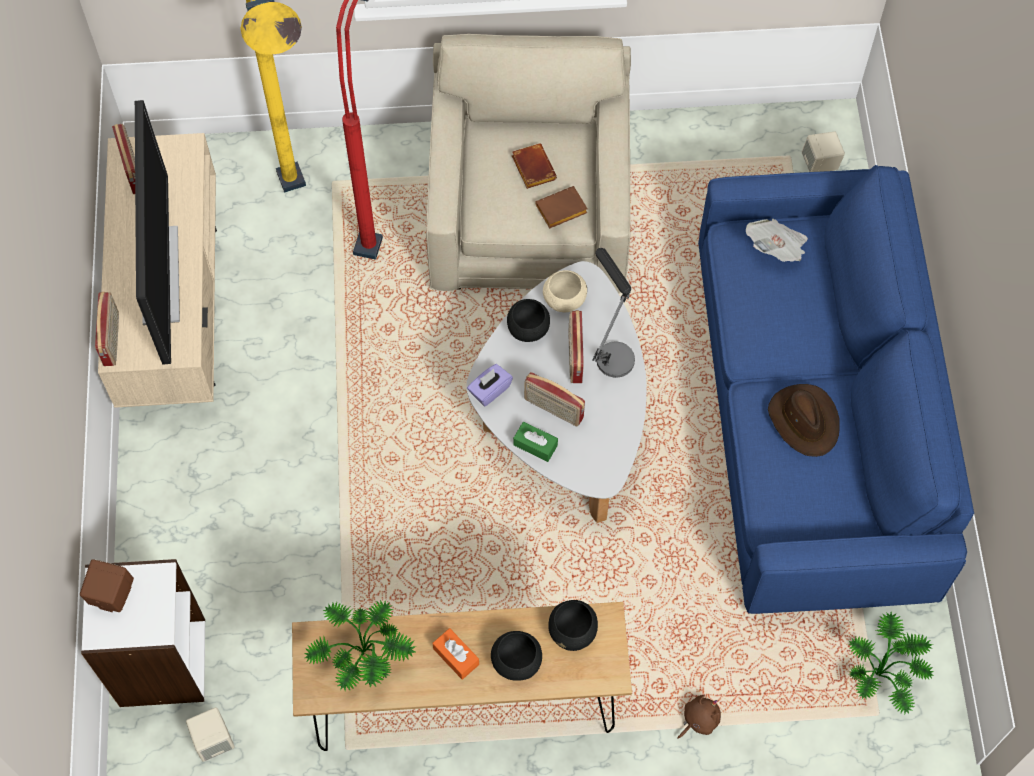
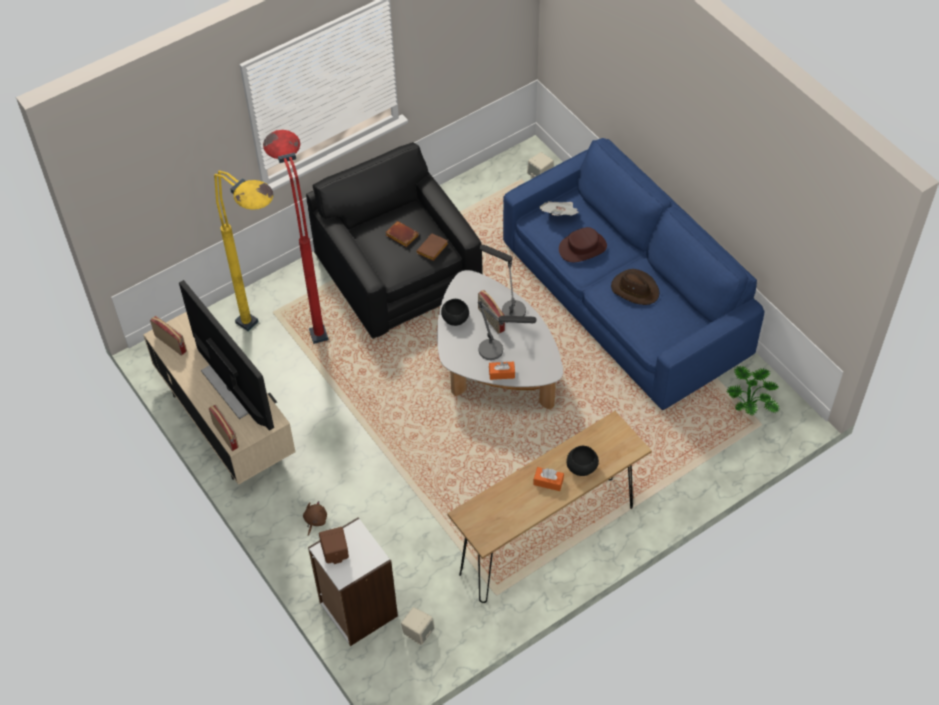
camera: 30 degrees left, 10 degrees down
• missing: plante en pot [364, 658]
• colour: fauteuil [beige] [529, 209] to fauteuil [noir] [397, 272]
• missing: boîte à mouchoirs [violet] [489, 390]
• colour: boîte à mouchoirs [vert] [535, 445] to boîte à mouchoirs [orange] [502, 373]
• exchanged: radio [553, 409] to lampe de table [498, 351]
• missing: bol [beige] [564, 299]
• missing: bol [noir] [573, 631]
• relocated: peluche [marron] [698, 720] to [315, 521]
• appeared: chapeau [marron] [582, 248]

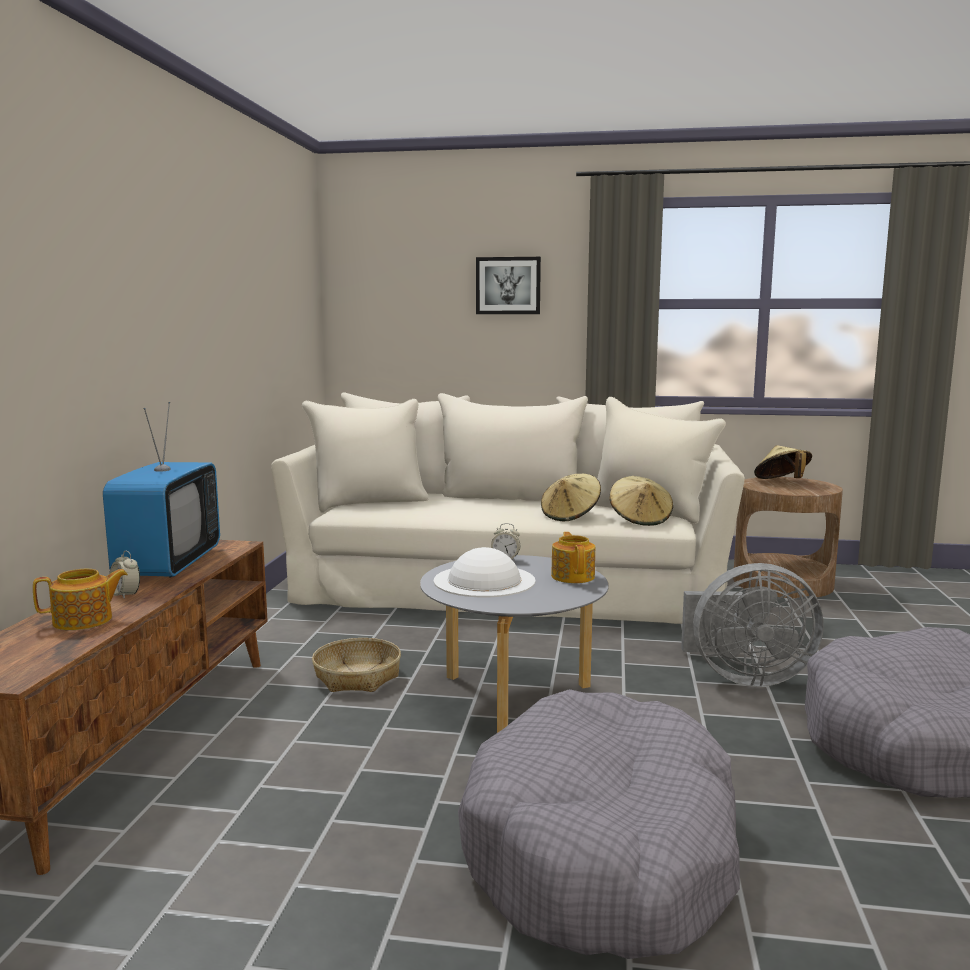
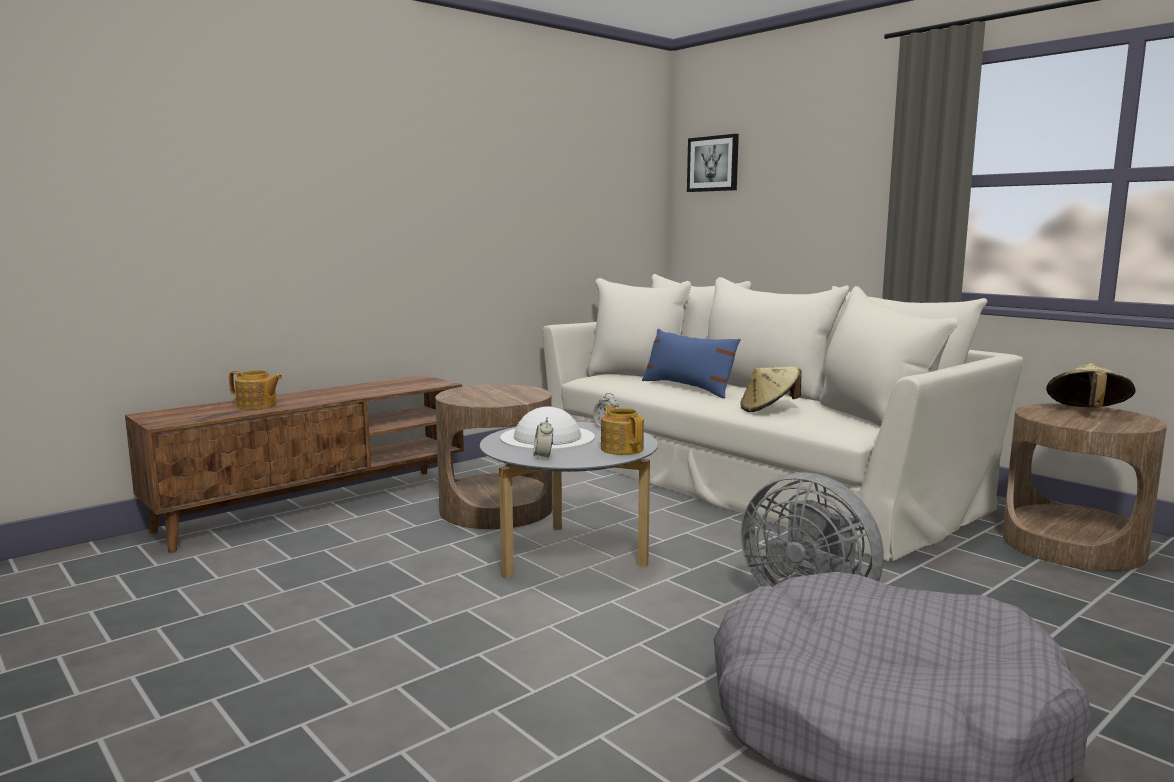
camera: 40 degrees right, 0 degrees up
• missing: téléviseur [168, 565]
• relocated: réveil [125, 595] to [543, 457]
• exchanged: panier [357, 676] to table d'appoint [marron] [496, 509]
• missing: panier pour chien [gris] [602, 851]
• relocated: tableau [508, 285] to [713, 163]
• spun: théière [573, 576] = [622, 449] 60 degrees counterclockwise
• missing: chapeau [beige] [640, 519]
• appeared: coussin [bleu] [688, 388]

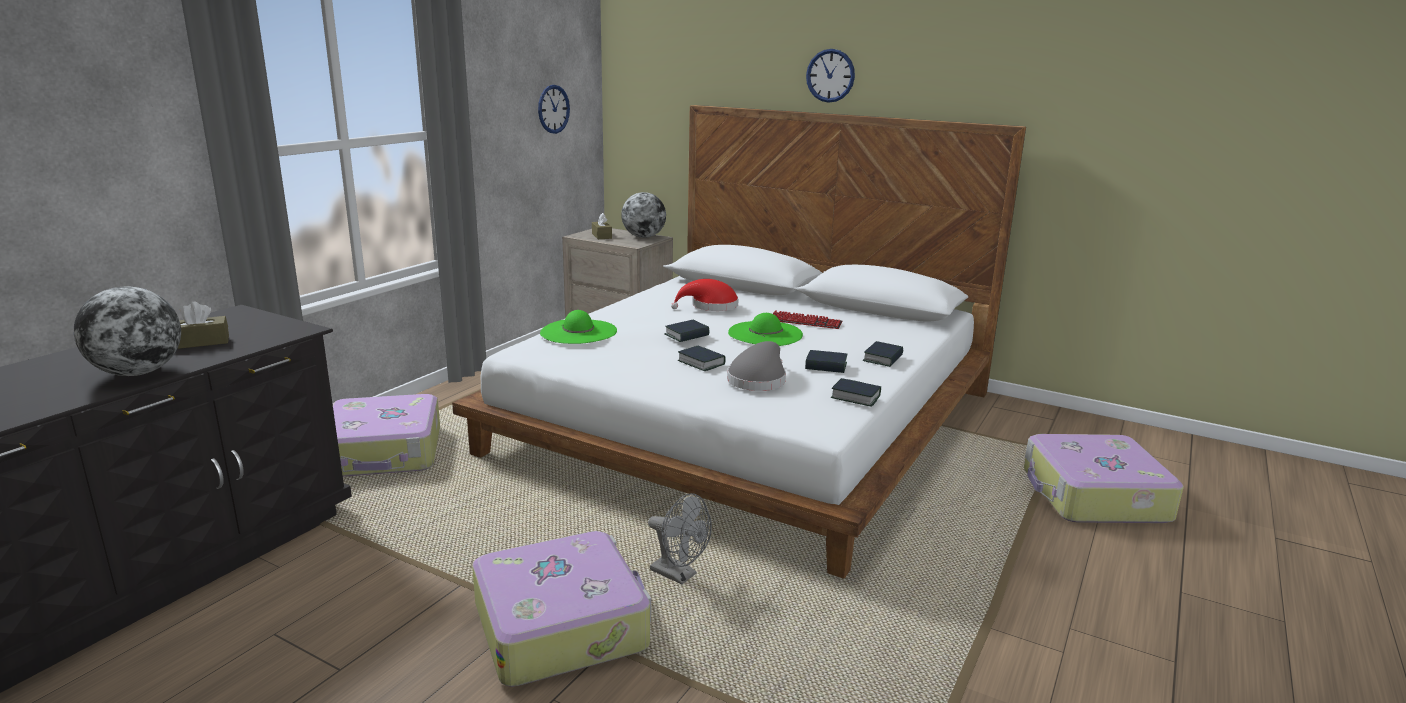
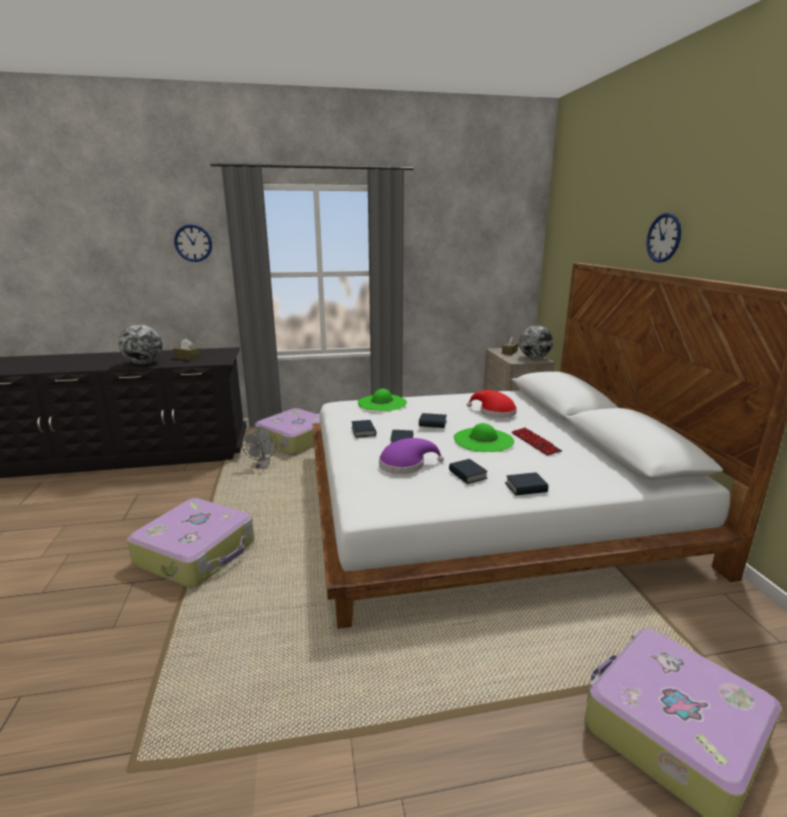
camera: 50 degrees right, 0 degrees up
• relocated: horloge murale [553, 109] to [193, 243]
• relocated: ventilateur [gris] [679, 575] to [262, 466]
• colour: chapeau [gris] [758, 380] to chapeau [violet] [405, 465]
• relocated: livre [855, 397] to [363, 431]

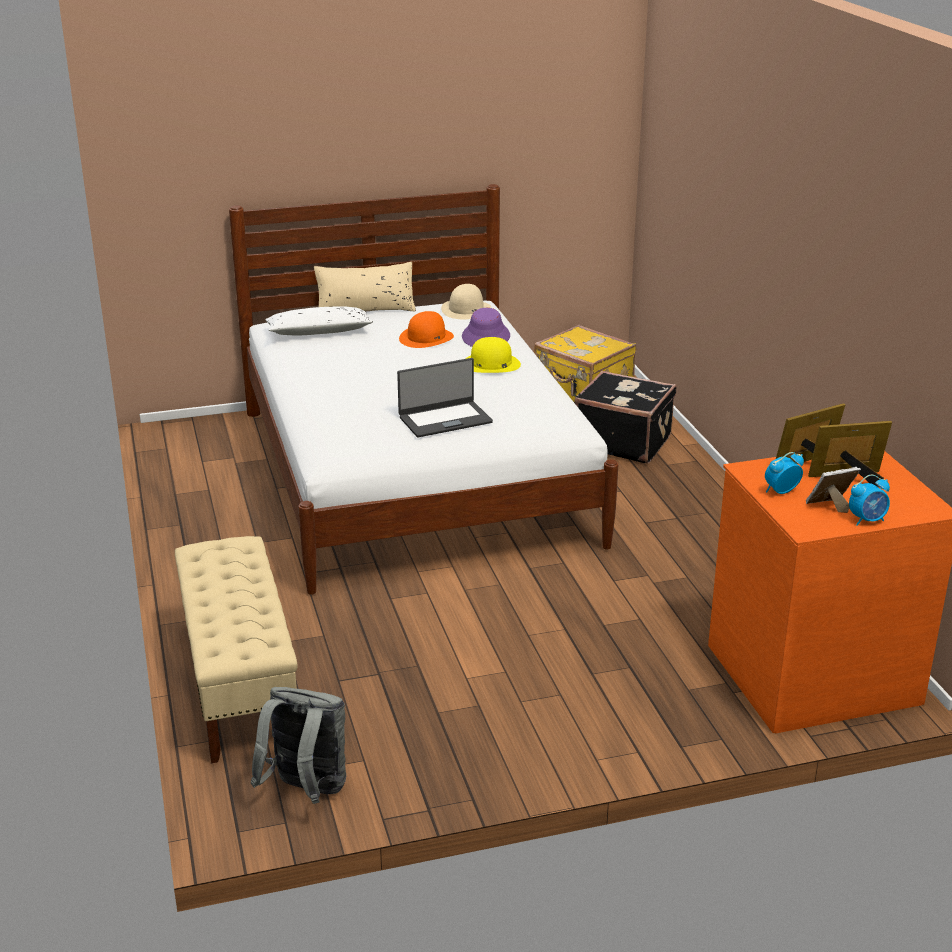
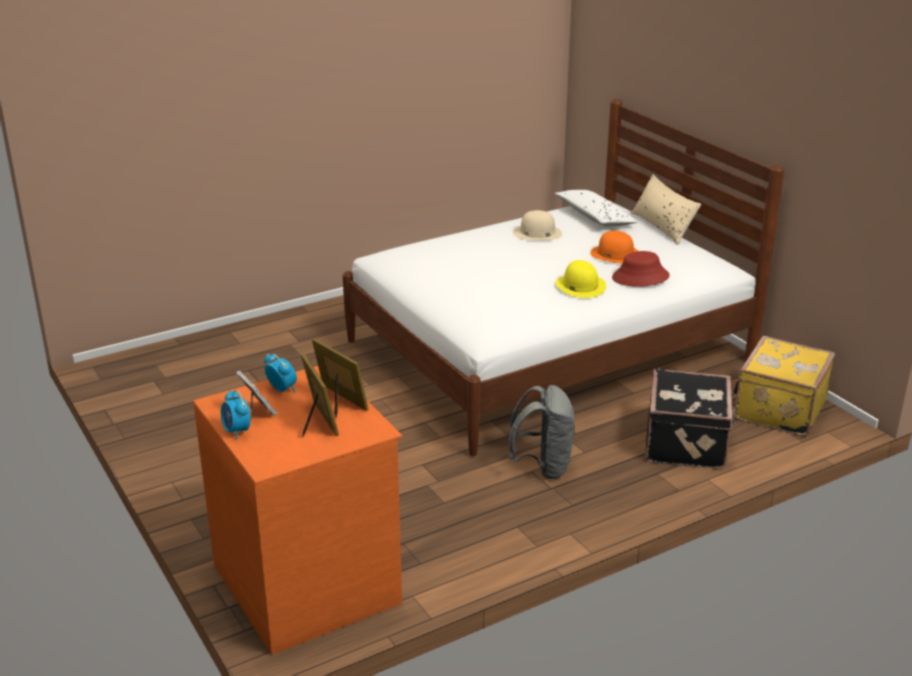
camera: 75 degrees right, 0 degrees up
• missing: banc [beige] [239, 684]
• relocated: sac à dos [gris] [306, 791] to [543, 466]
• missing: ordinateur portable [444, 419]
• relocated: chapeau [beige] [466, 309] to [537, 233]
• colour: chapeau [violet] [486, 336] to chapeau [rouge] [640, 277]

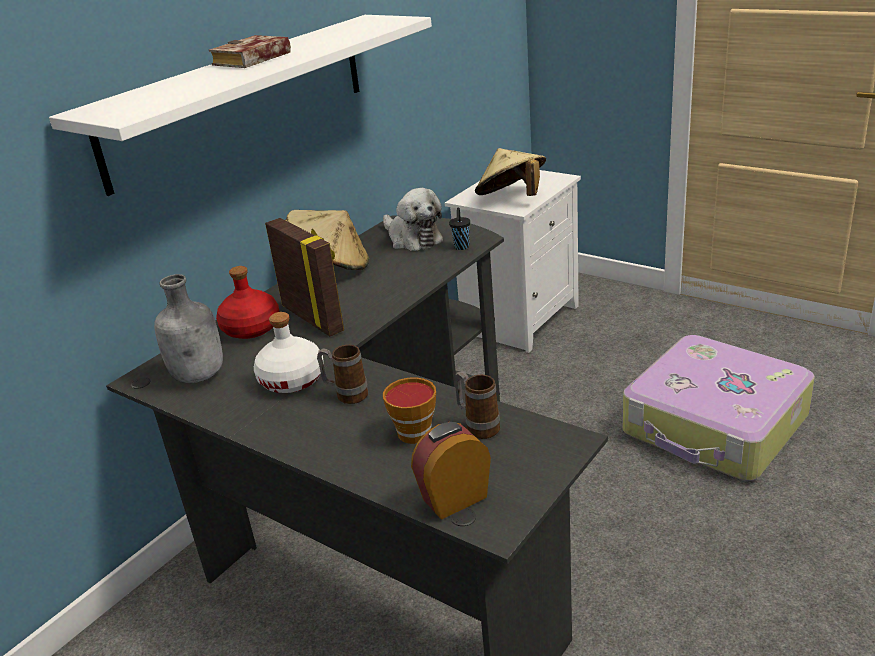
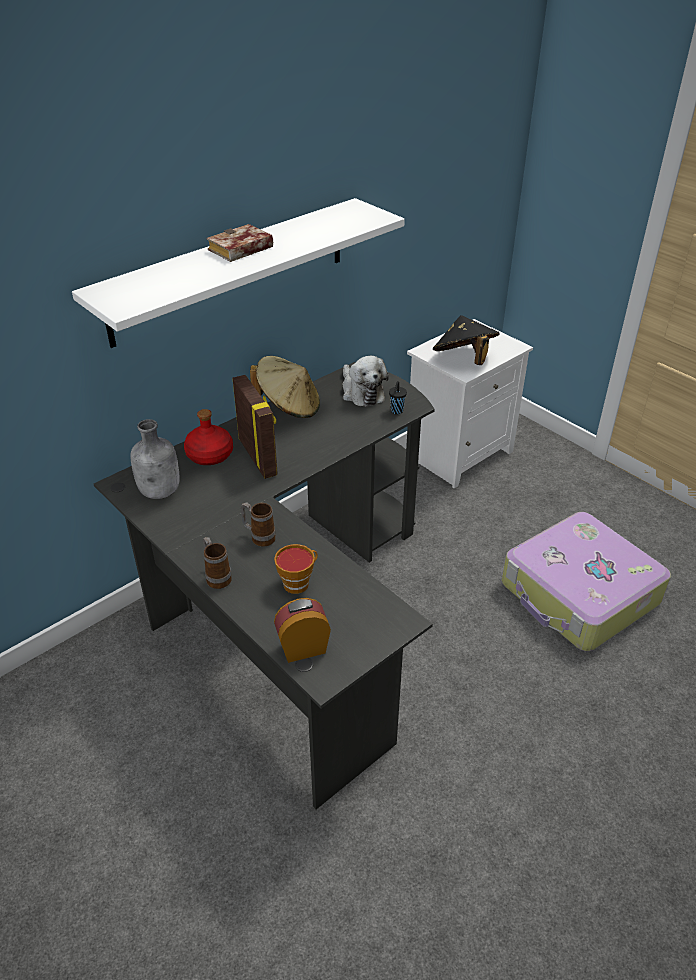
camera: 10 degrees right, 10 degrees up
• missing: bouteille [blanc] [292, 379]
• relocated: mug [478, 426] to [217, 577]
• colour: chapeau [beige] [511, 198] to chapeau [noir] [464, 360]

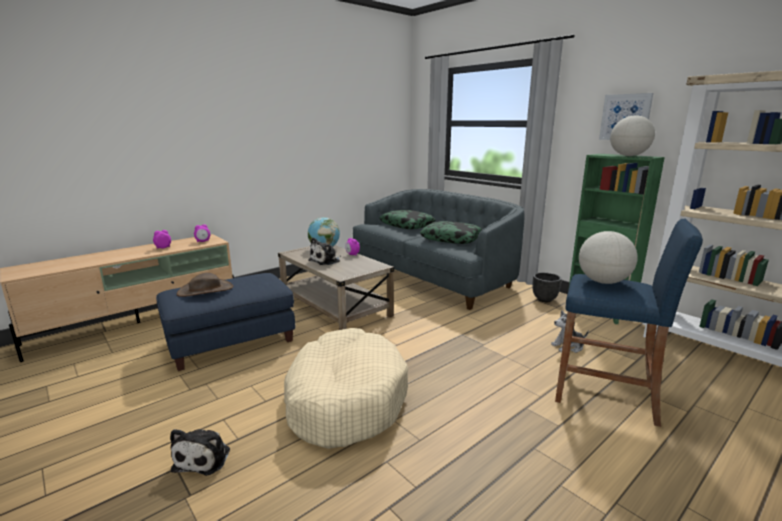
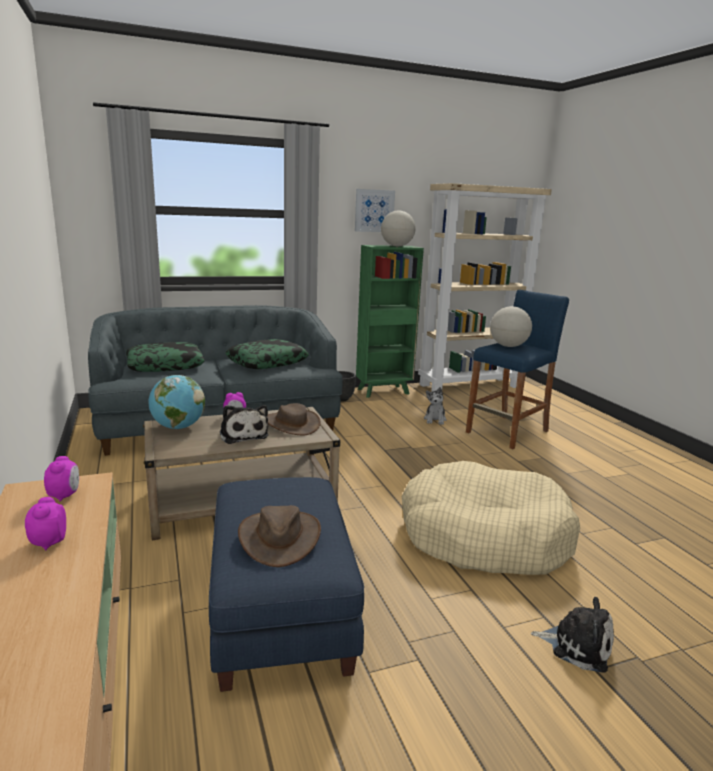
camera: 70 degrees left, 0 degrees up
• appeared: chapeau [marron] [291, 424]

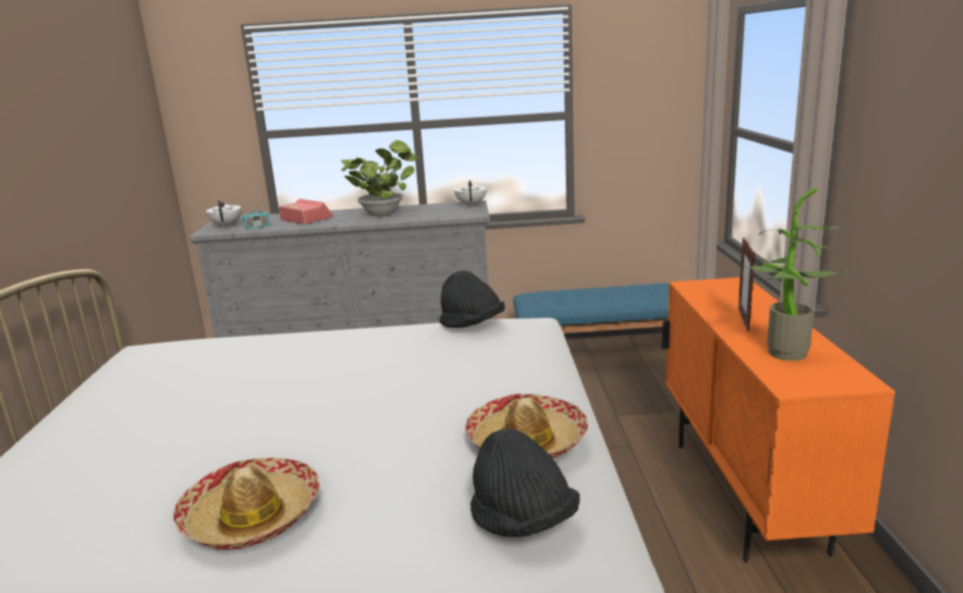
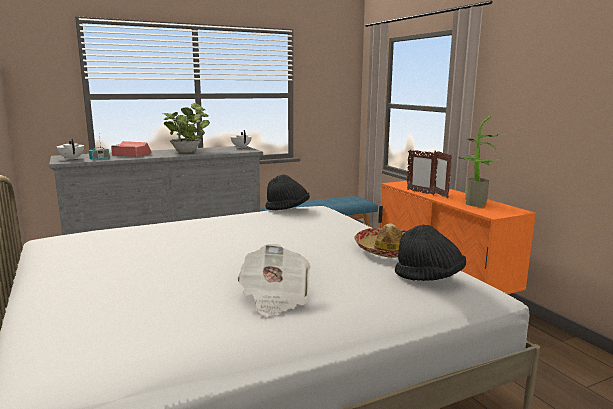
camera: 25 degrees left, 5 degrees down
• exchanged: chapeau [252, 516] to journal [274, 298]
• appeared: cadre photo [420, 192]

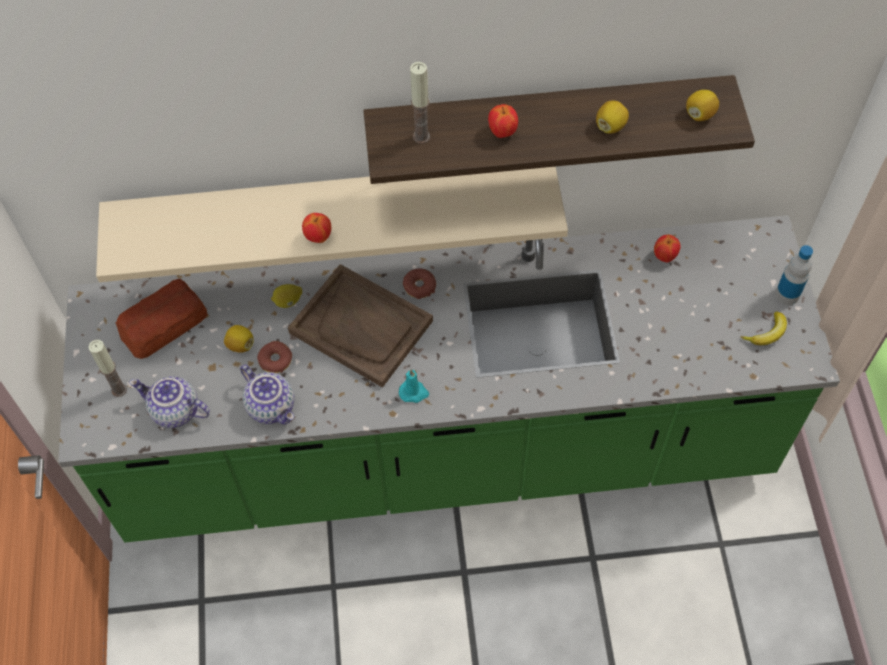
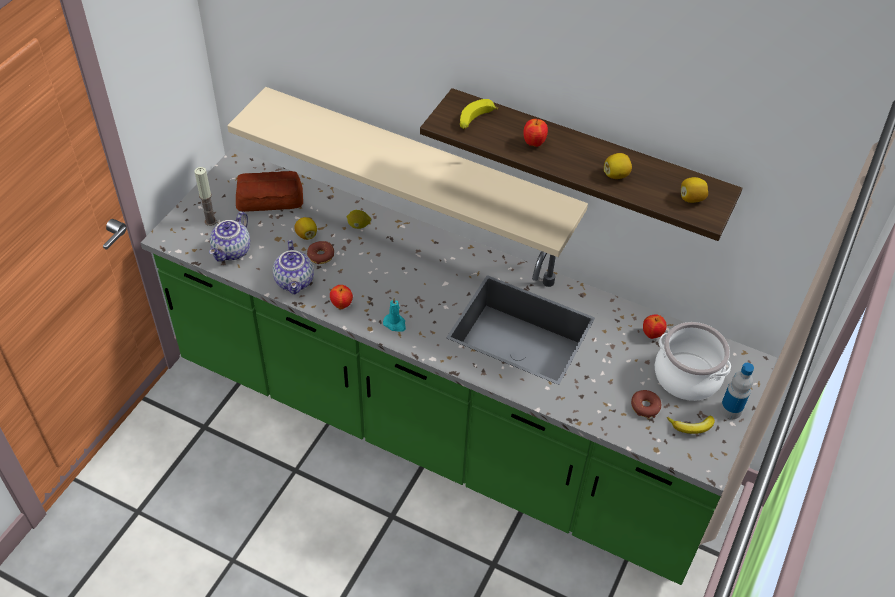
camera: 30 degrees right, 10 degrees down
• spun: théière [174, 411] = [232, 251] 120 degrees counterclockwise
• missing: plateau [marron] [361, 327]
• relocated: pomme [318, 237] to [341, 305]
• relocated: beignet [419, 286] to [645, 406]
• exchanged: bougie [421, 136] to banane [475, 120]
• appeared: marmite [686, 377]

